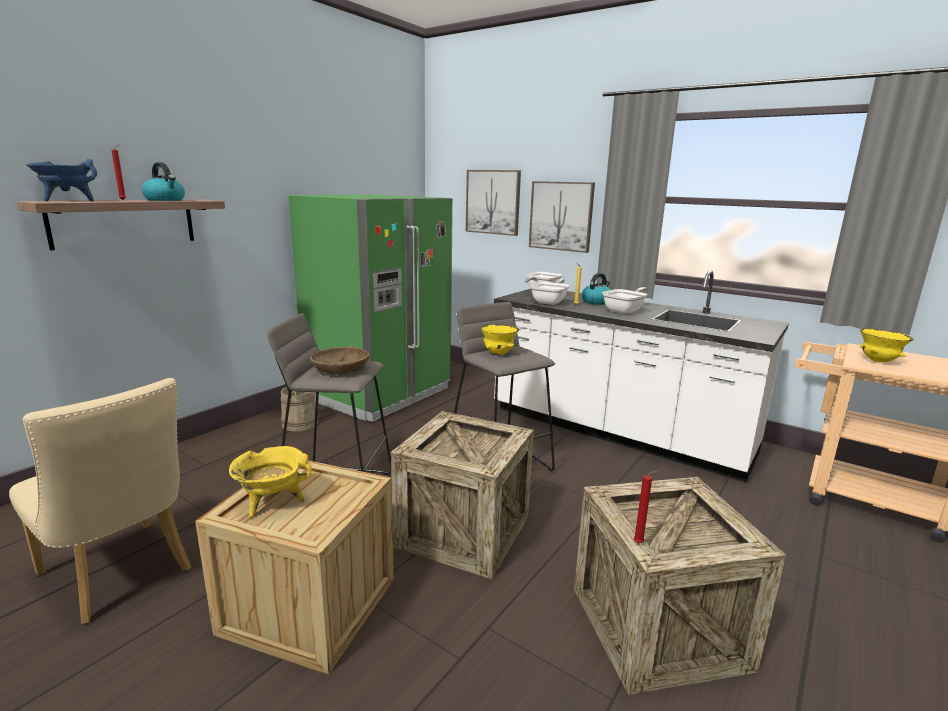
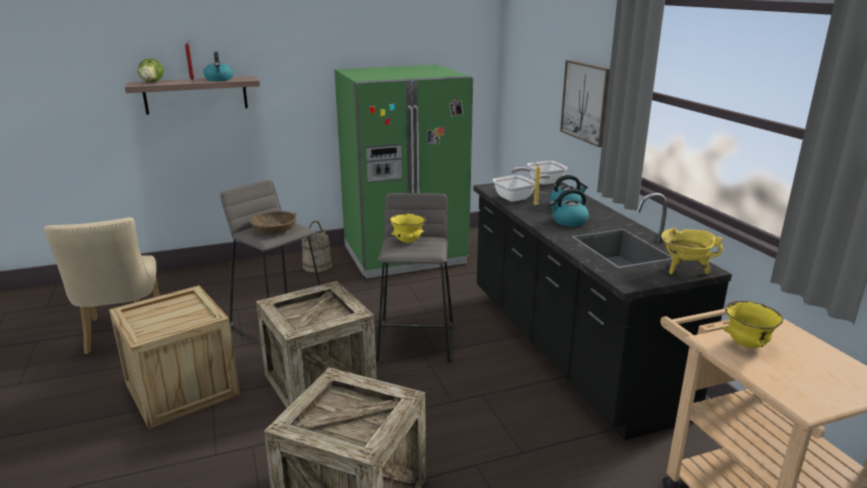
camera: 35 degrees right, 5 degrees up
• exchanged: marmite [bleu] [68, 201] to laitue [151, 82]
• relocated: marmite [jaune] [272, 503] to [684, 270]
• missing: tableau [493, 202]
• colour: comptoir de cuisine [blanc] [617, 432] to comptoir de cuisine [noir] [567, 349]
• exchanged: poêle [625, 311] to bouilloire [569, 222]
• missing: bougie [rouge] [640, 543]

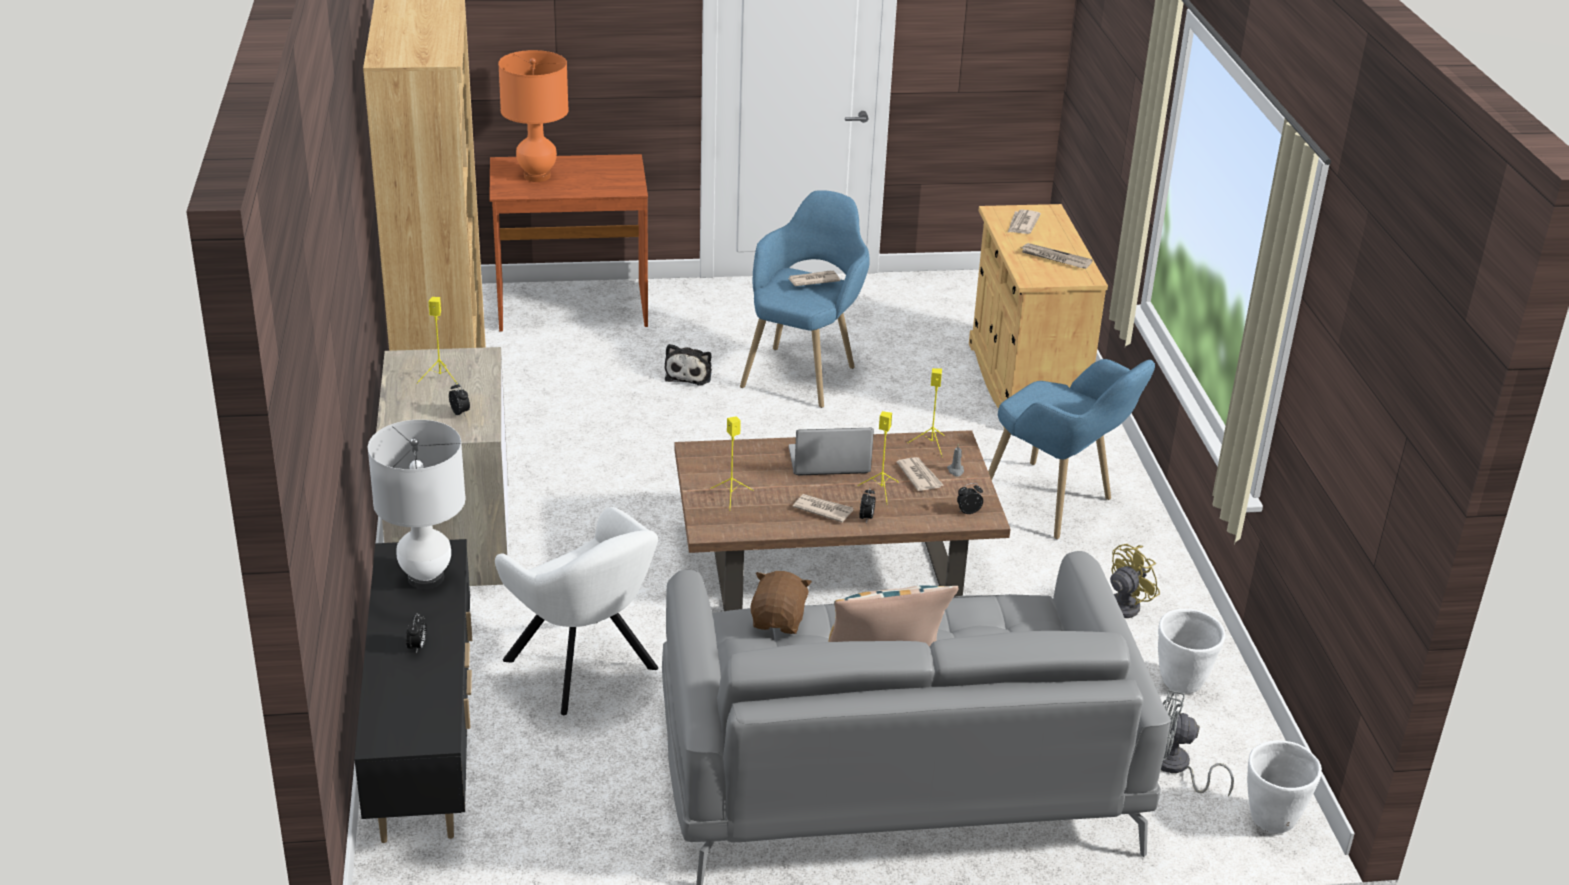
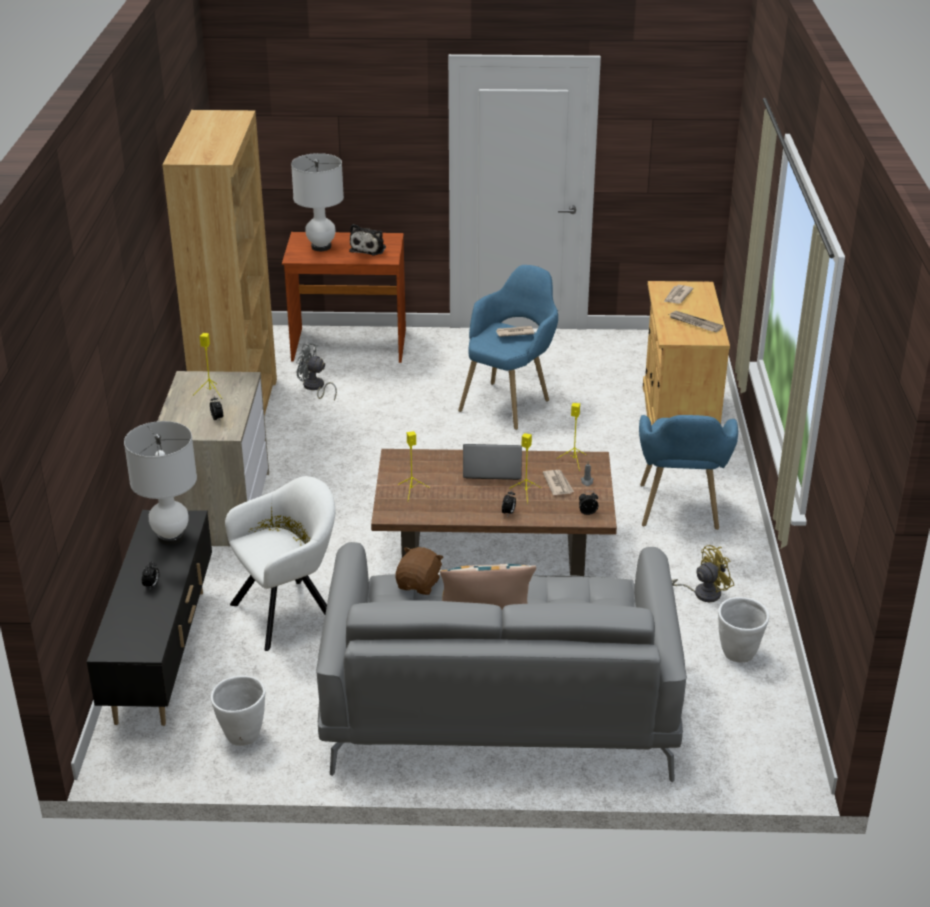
camera: 10 degrees right, 0 degrees up
• spun: fauteuil [blanc] [585, 669] = [290, 611] 90 degrees counterclockwise
• colour: lampe de table [orange] [537, 176] to lampe de table [blanc] [321, 247]
• relocated: peluche [689, 374] to [369, 248]
• missing: journal [822, 510]
• spun: fauteuil [bleu] [1059, 507] = [679, 515] 45 degrees clockwise
• relocated: ventilateur [gris] [1175, 767] to [315, 388]
• relocated: cache-pot [blanc] [1271, 820] to [242, 736]

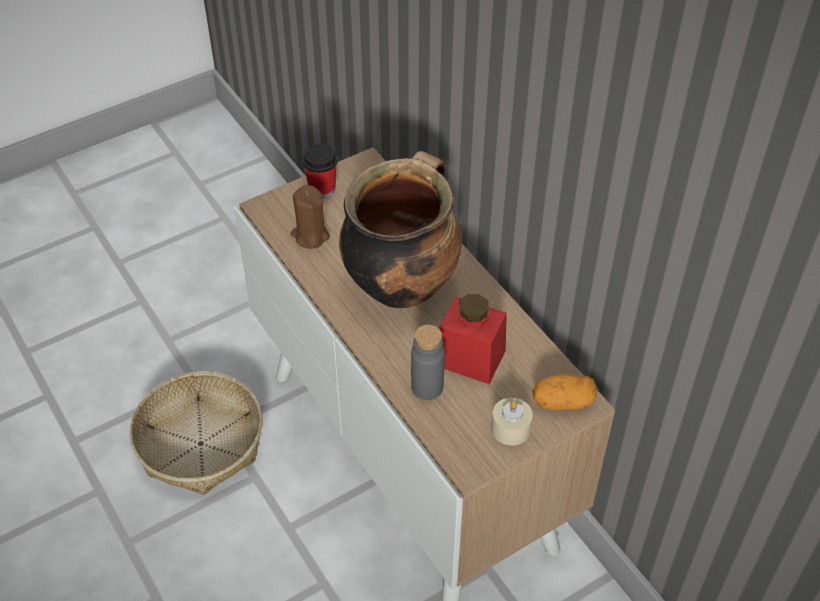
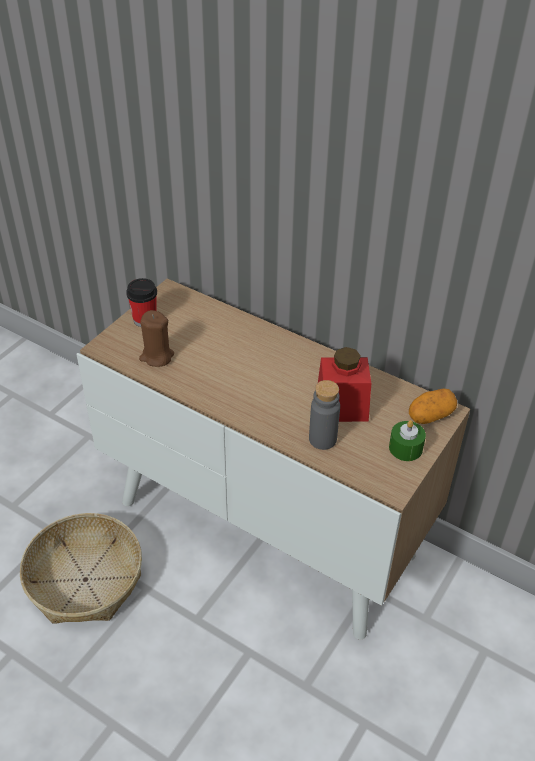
camera: 25 degrees left, 5 degrees down
• missing: marmite [401, 284]
• colour: bougie [beige] [510, 429] to bougie [vert] [405, 448]

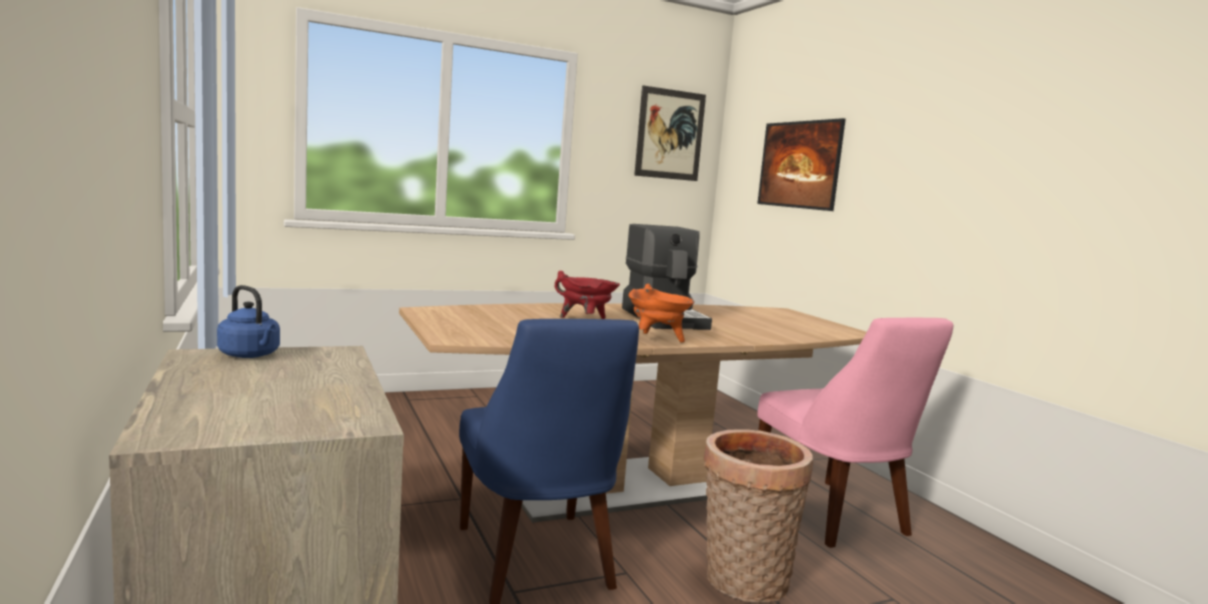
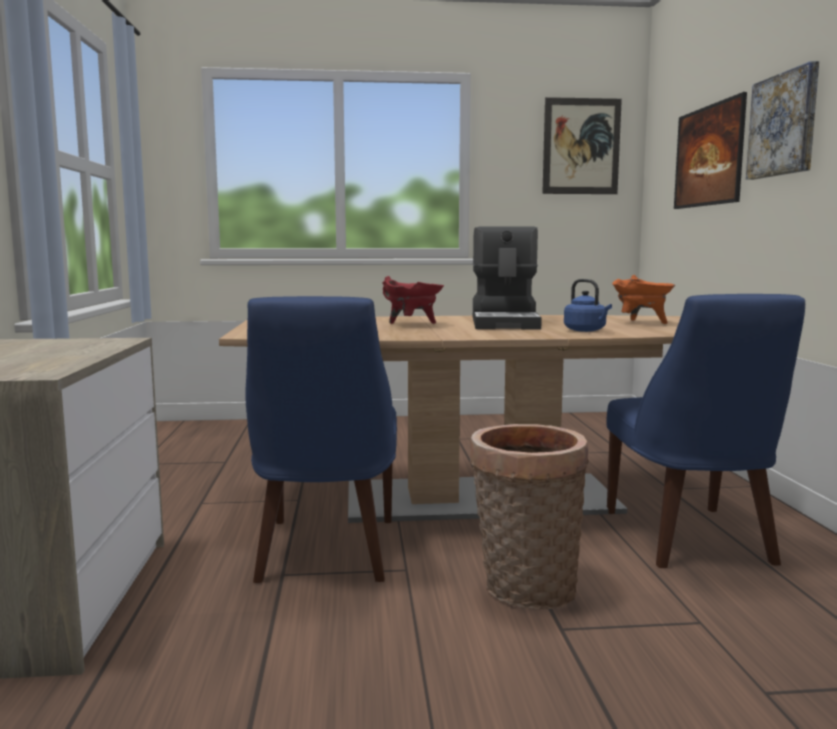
camera: 20 degrees right, 0 degrees up
• relocated: bouilloire [bleu] [251, 355] to [586, 330]
• relocated: marmite [orange] [657, 339] to [641, 323]
• colour: chaise [rose] [832, 516] to chaise [bleu] [690, 540]
• appeared: tableau [783, 124]

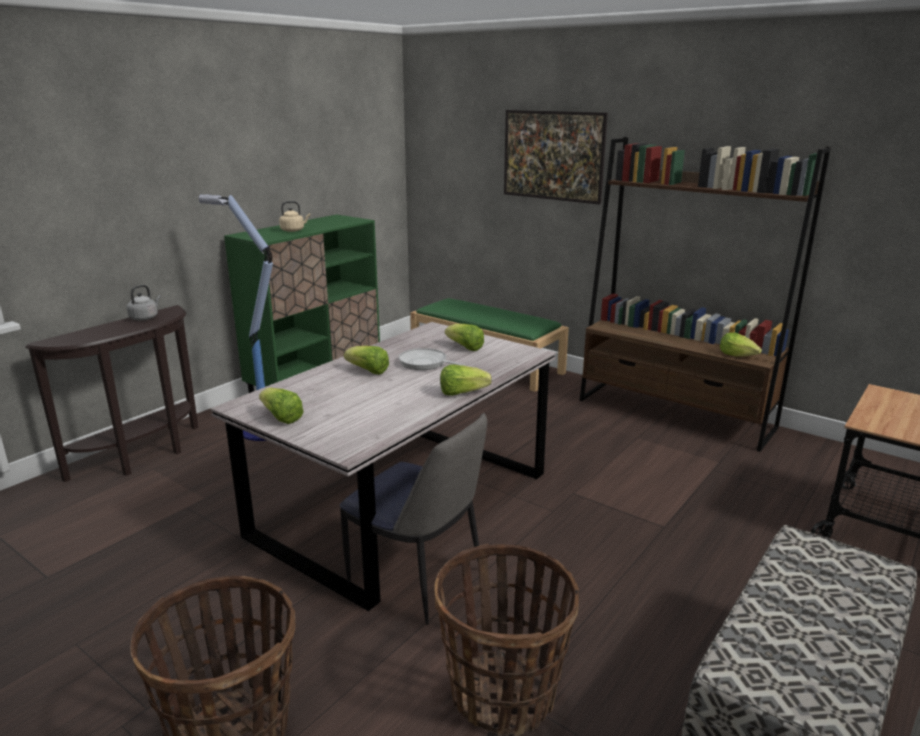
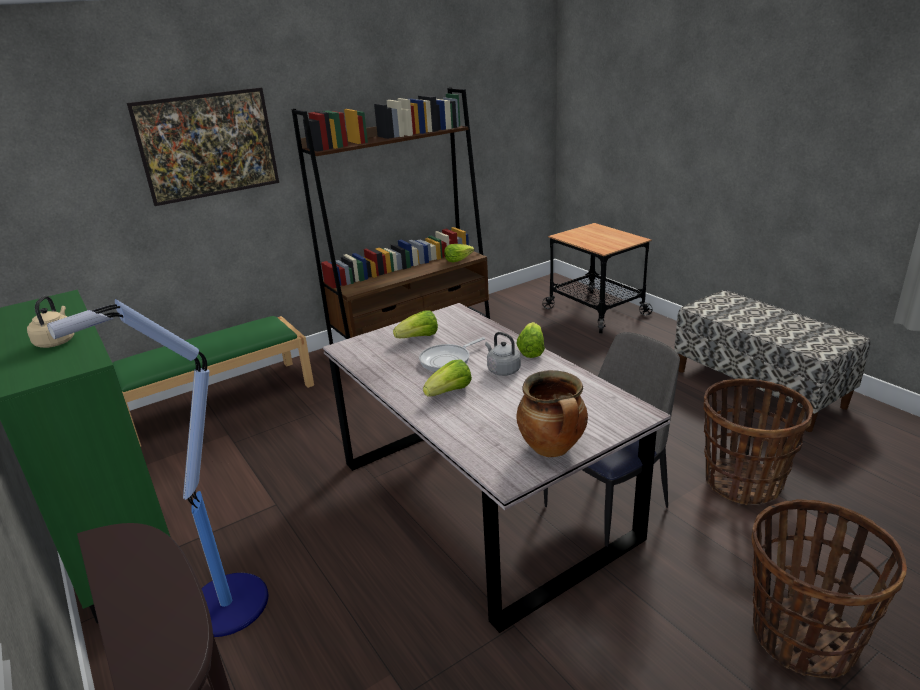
camera: 70 degrees left, 5 degrees up
• relocated: bouilloire [gris] [145, 318] to [502, 370]
• exchanged: laitue [281, 418] to marmite [553, 449]

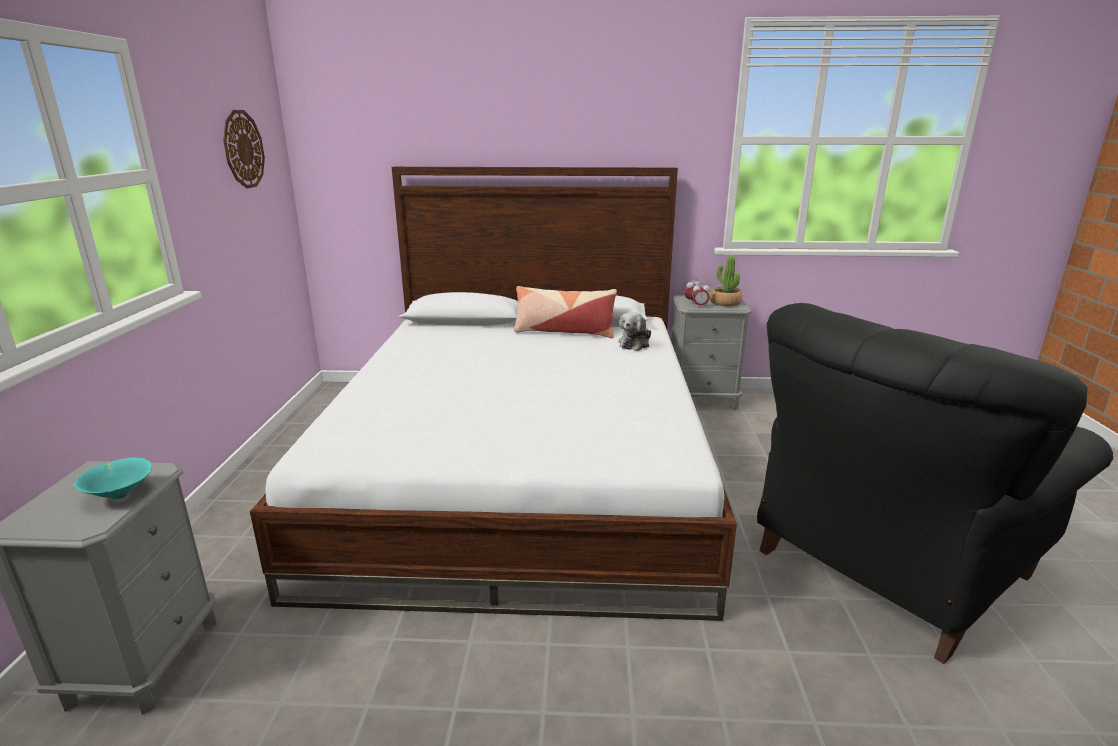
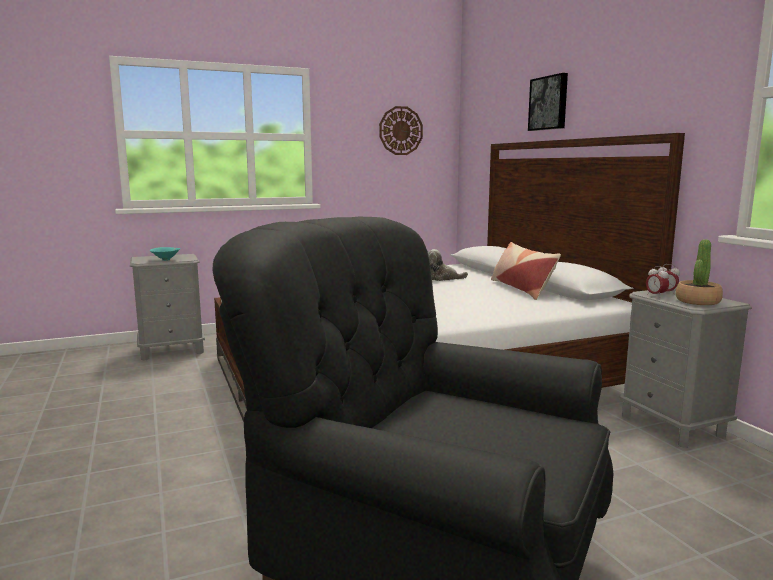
camera: 65 degrees right, 10 degrees down
• relocated: peluche [635, 344] to [441, 278]
• appeared: tableau [549, 103]

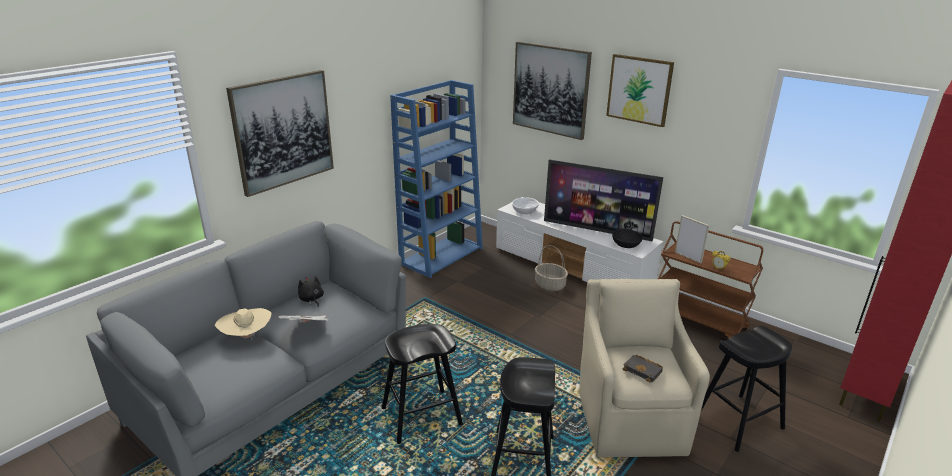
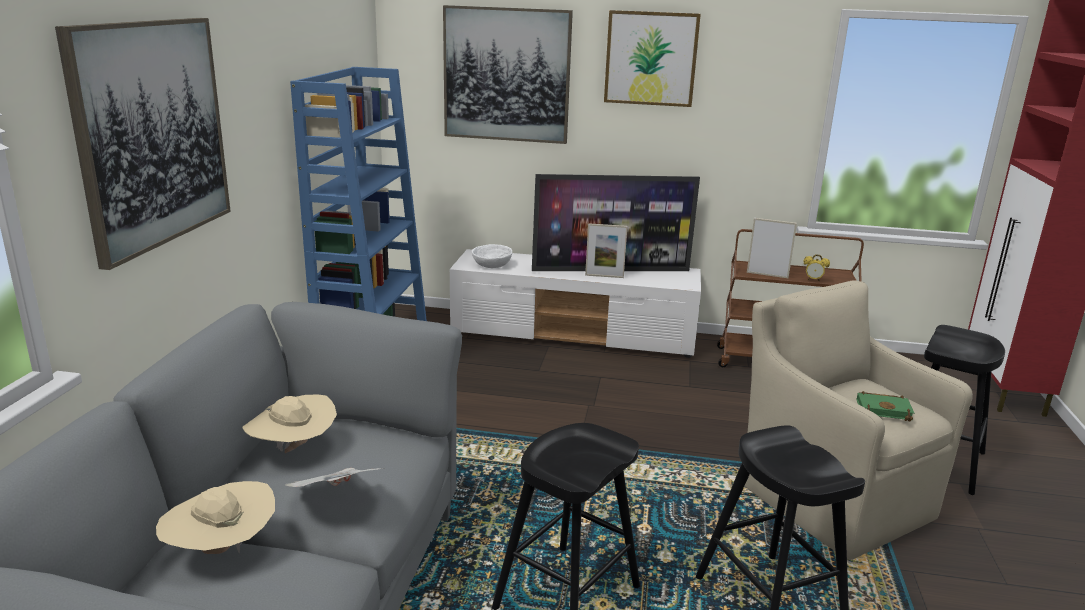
camera: 30 degrees left, 5 degrees down
• exchanged: peluche [noir] [311, 299] to chapeau [beige] [293, 450]
• missing: panier [549, 285]
• missing: bol [noir] [626, 245]
• colour: livre [noir] [643, 370] to livre [vert] [884, 410]
• appeared: cadre photo [604, 276]

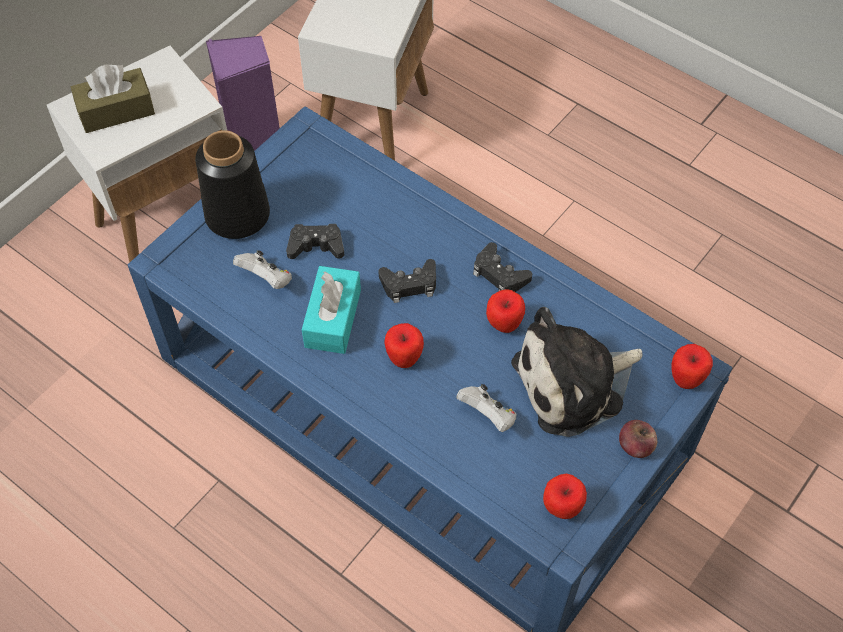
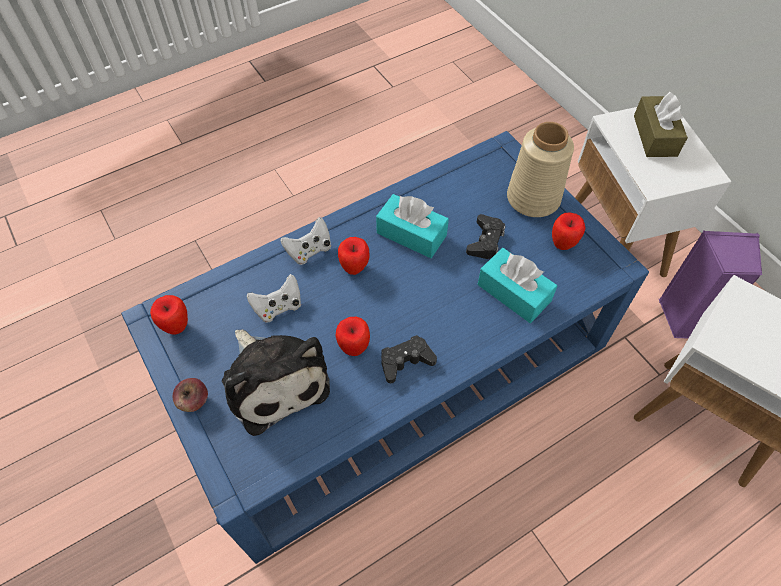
camera: 110 degrees right, 0 degrees up
• colour: vase [noir] [237, 216] to vase [beige] [532, 198]
• relocated: manette [blanc] [266, 279] to [309, 250]
• missing: manette [noir] [409, 284]
• spun: peluche [574, 384] = [274, 380] 150 degrees clockwise
• relocated: pomme [685, 379] to [563, 244]
• appeared: boîte à mouchoirs [turquoise] [514, 293]

